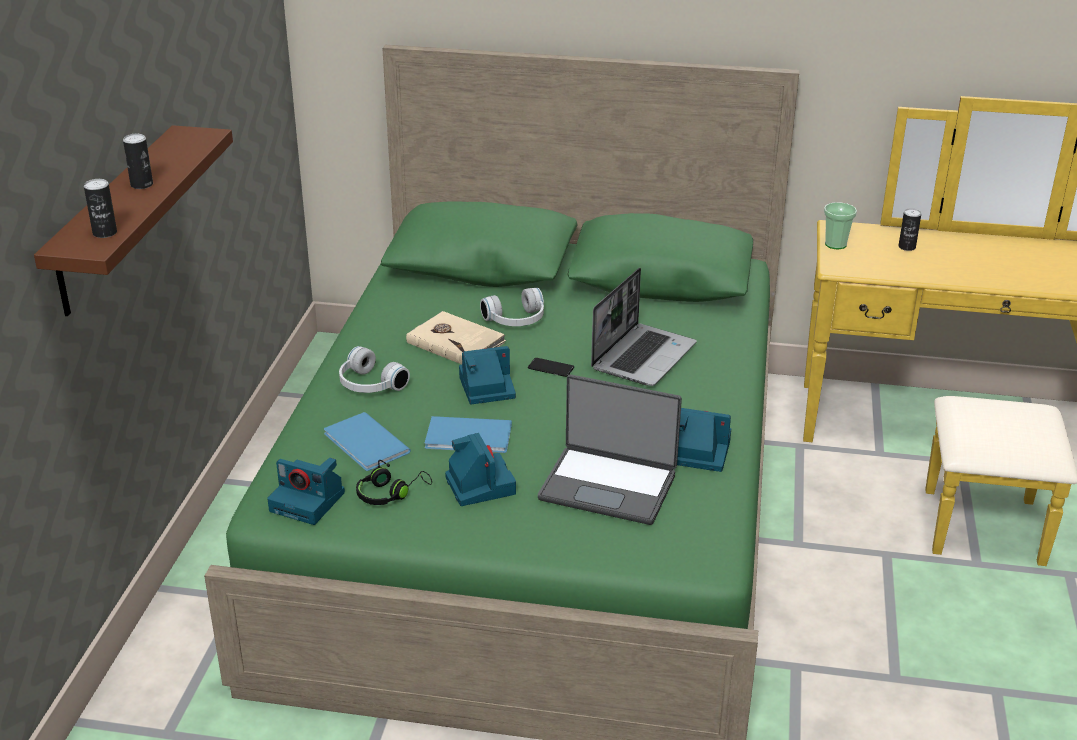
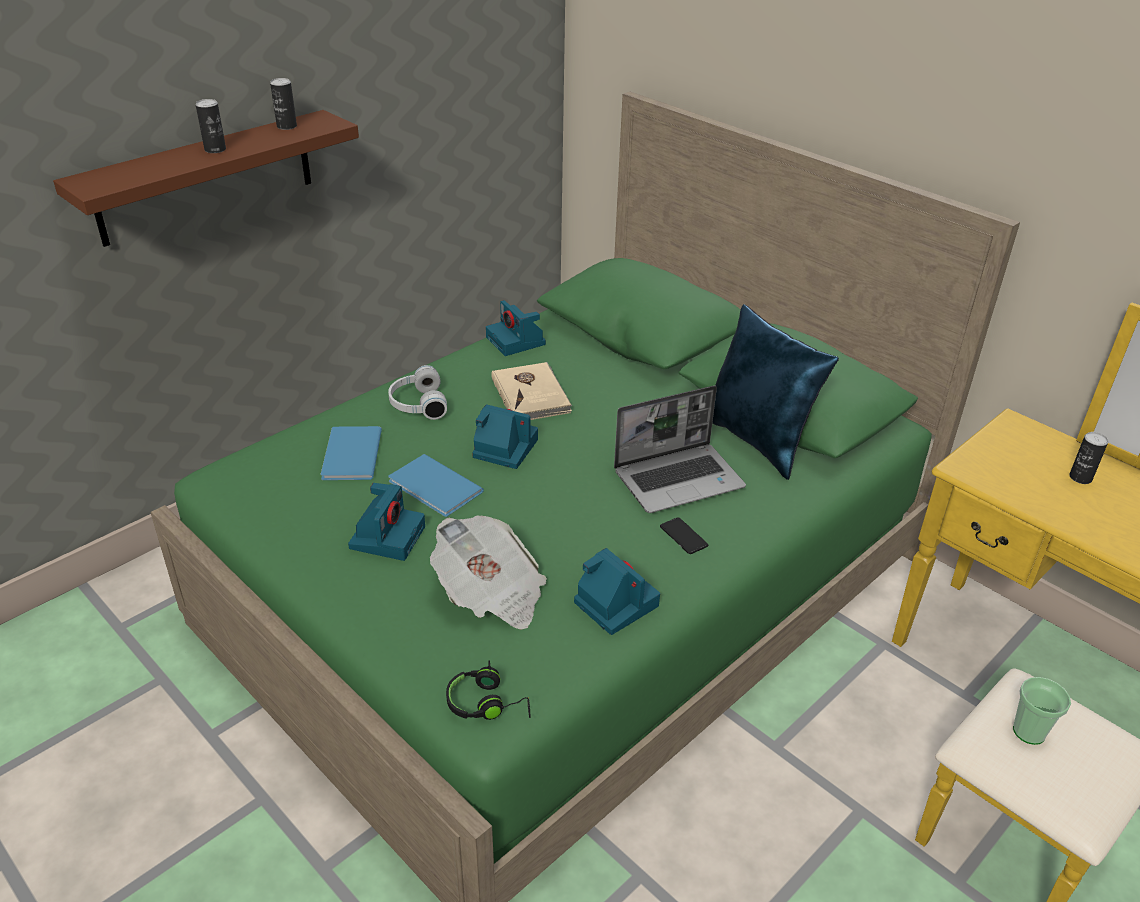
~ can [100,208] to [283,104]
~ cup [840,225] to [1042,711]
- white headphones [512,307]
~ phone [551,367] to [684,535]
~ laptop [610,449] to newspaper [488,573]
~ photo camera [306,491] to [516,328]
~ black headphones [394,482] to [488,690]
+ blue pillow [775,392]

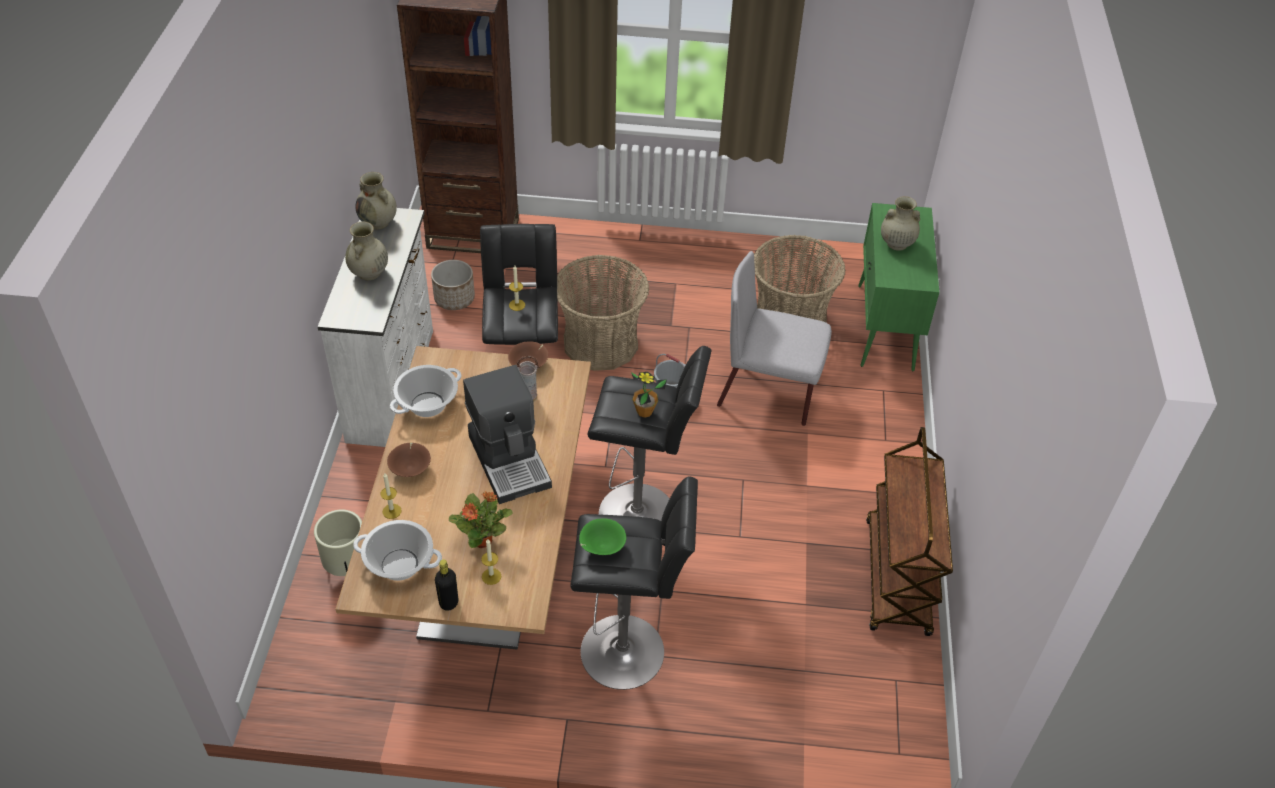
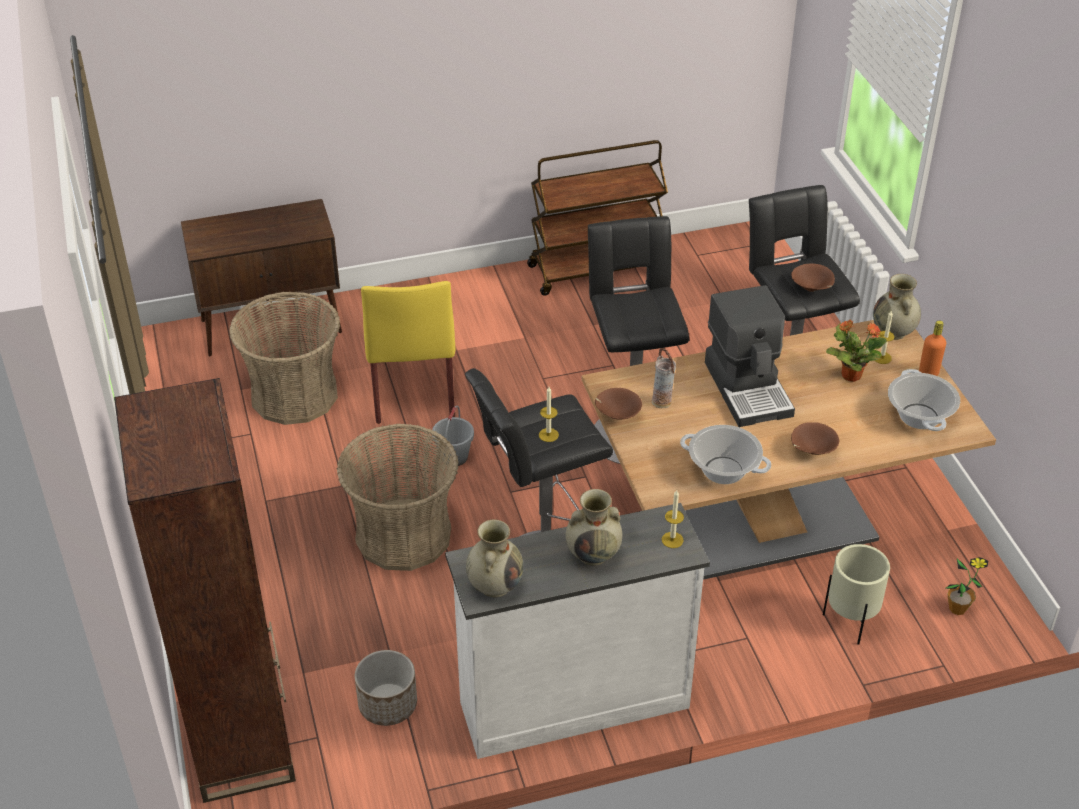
~ beige vase [900,223] to [897,307]
~ green cabinet [898,287] to brown cabinet [261,278]
~ grey chair [774,338] to yellow chair [408,352]
~ coffee machine [507,434] = [750,356] 120 degrees clockwise
~ potted plant [649,395] to [966,586]
~ candle [390,496] to [673,519]
~ green bowl [602,537] to brown bowl [813,278]
~ black bottle [446,585] to orange bottle [932,348]

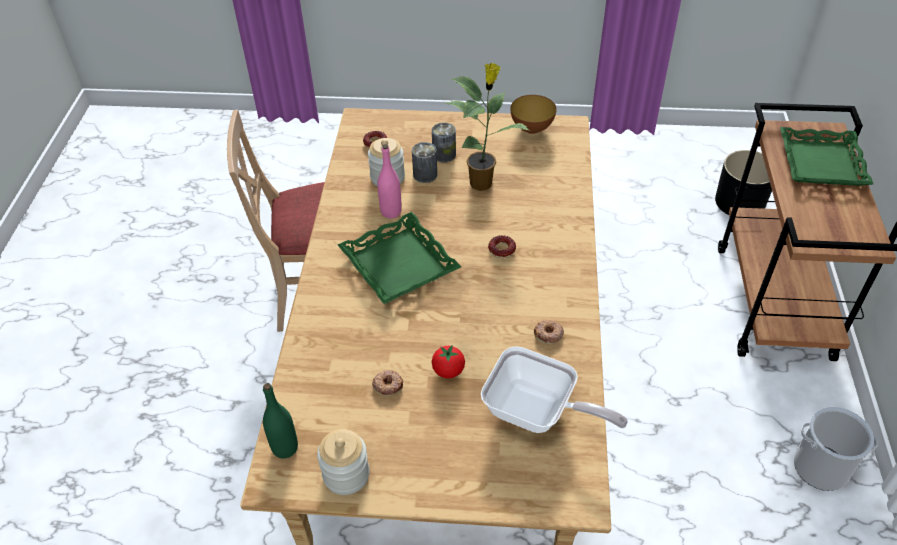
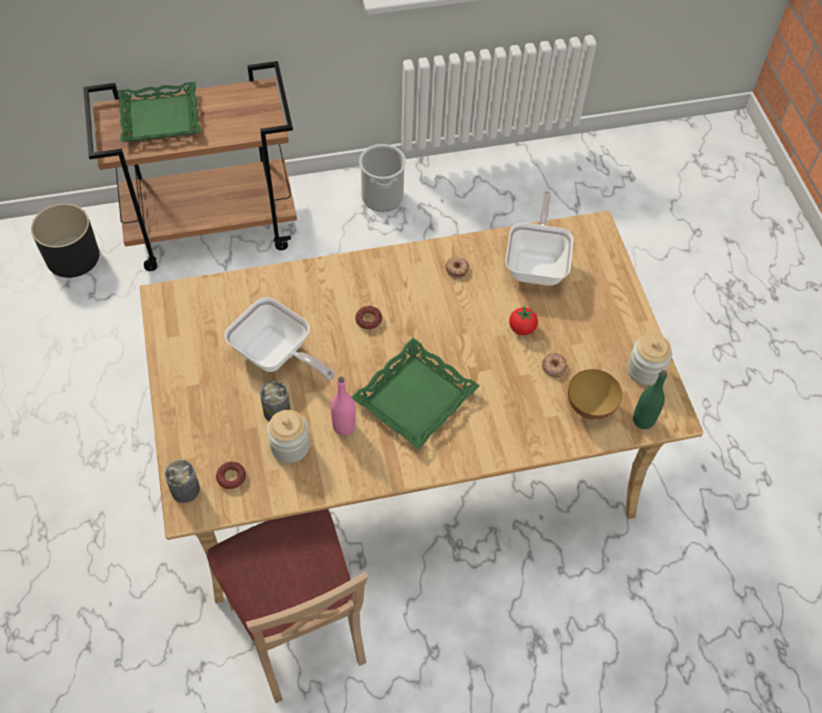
~ potted plant [487,127] to frying pan [279,338]
~ bowl [533,114] to [595,394]
~ can [444,142] to [182,481]

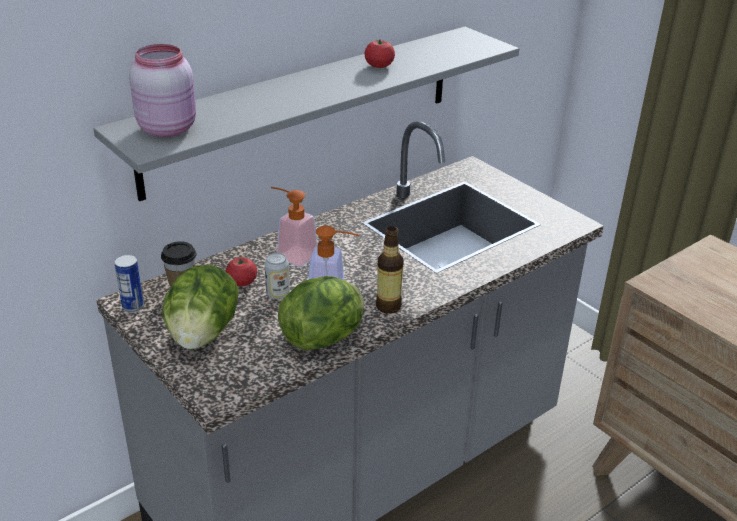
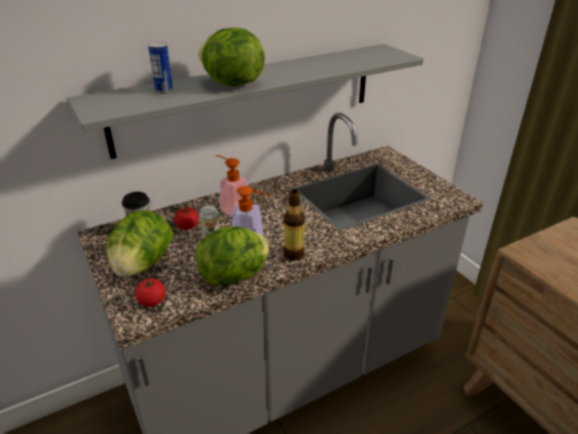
~ tomato [379,53] to [150,292]
- pink jar [162,90]
~ can [129,283] to [160,68]
+ lettuce [231,57]

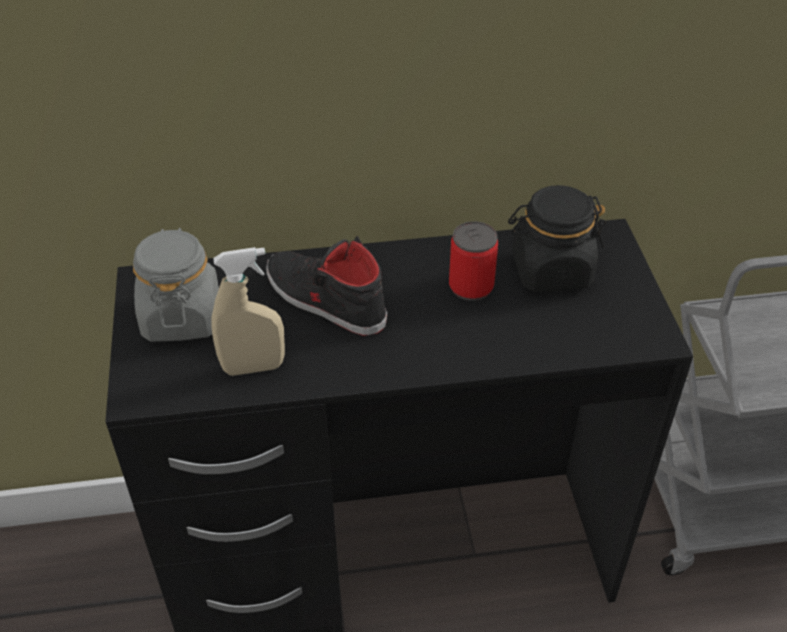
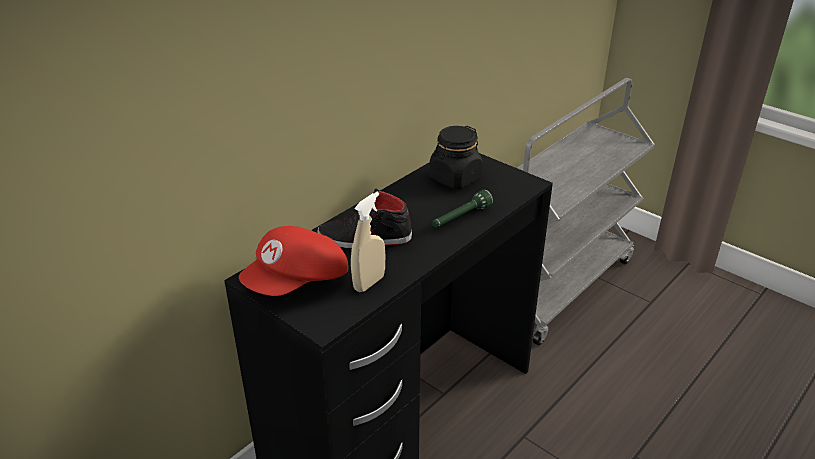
- can [473,261]
~ grey jar [176,285] to red cap [293,261]
+ green flashlight [462,208]

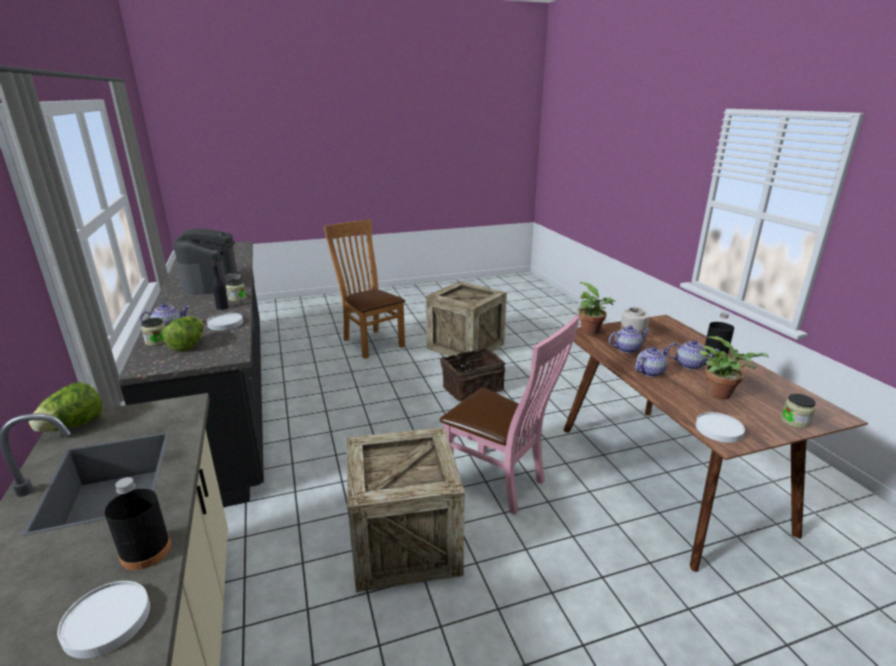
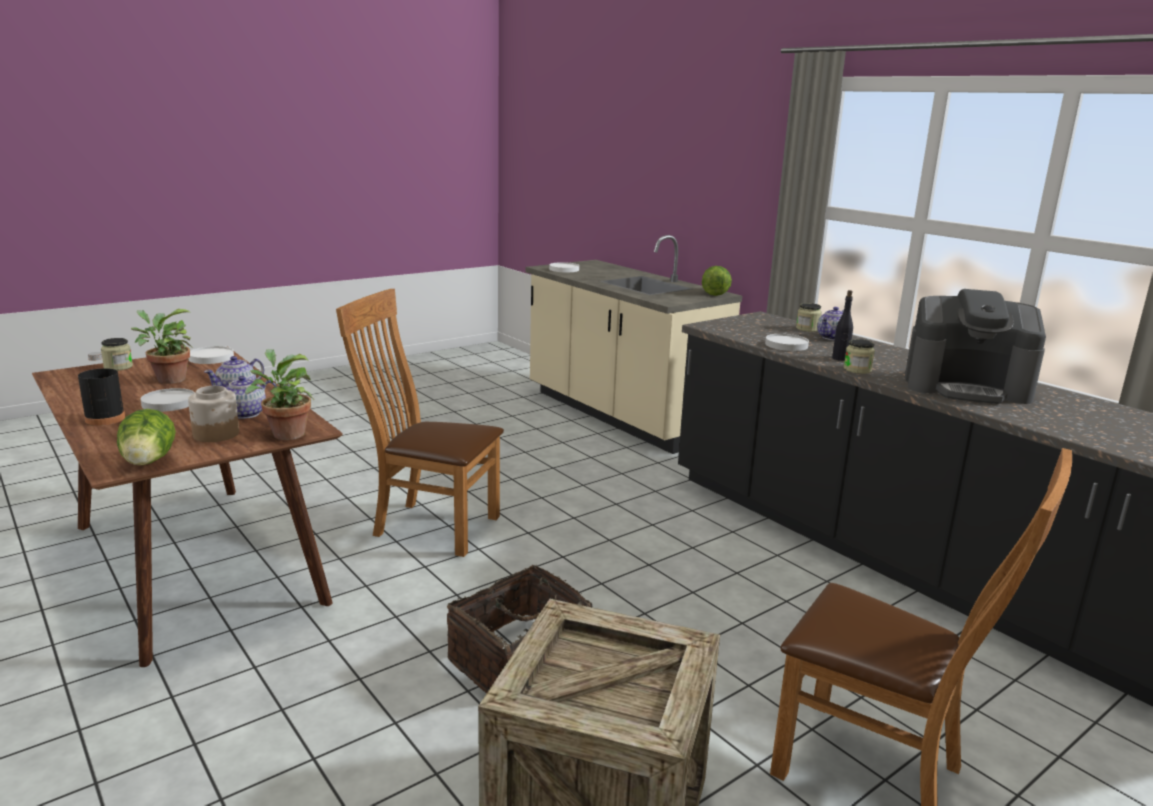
~ coffee machine [208,261] = [975,346] 45 degrees counterclockwise
~ pink chair [510,415] to brown chair [420,423]
~ lettuce [182,334] to [146,437]
~ teapot [693,355] to white plate [168,400]
- crate [405,509]
- black bottle [137,523]

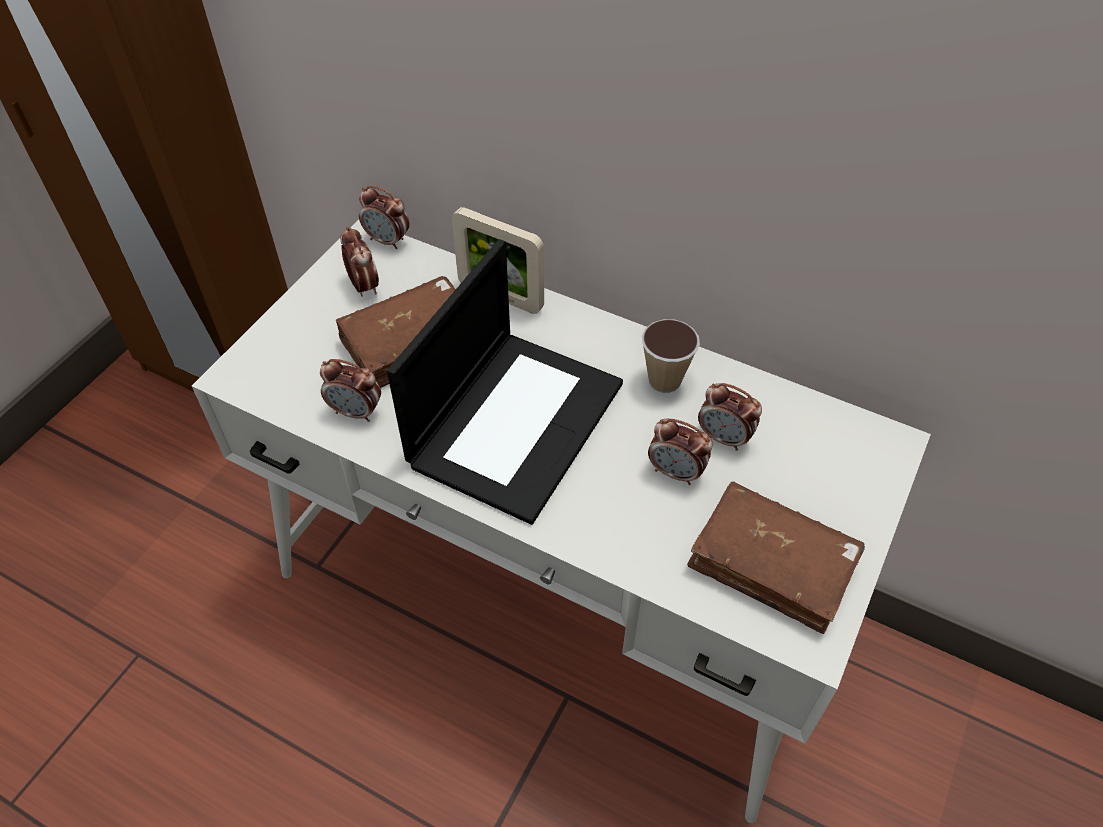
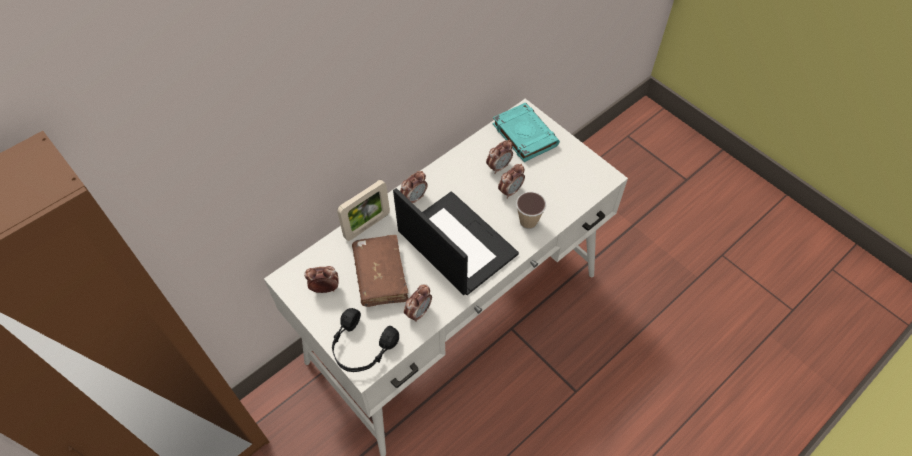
~ alarm clock [384,217] to [413,187]
~ cup [671,356] to [531,210]
- brown book [776,557]
+ turquoise book [526,132]
+ black headphones [365,340]

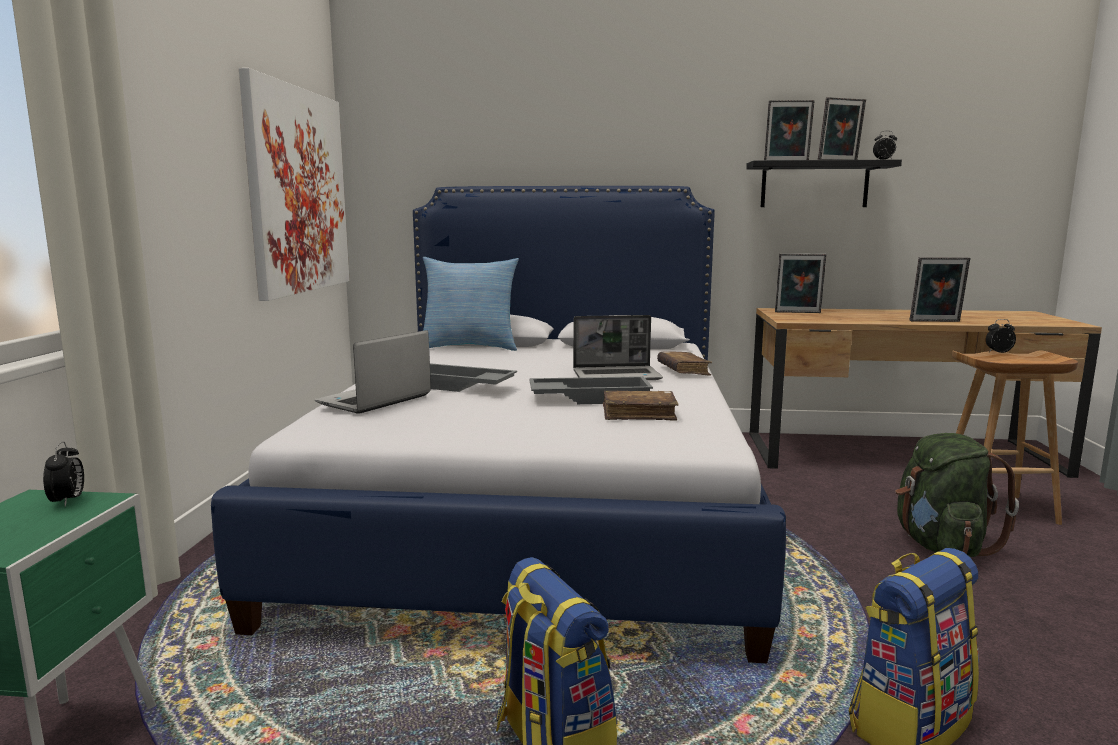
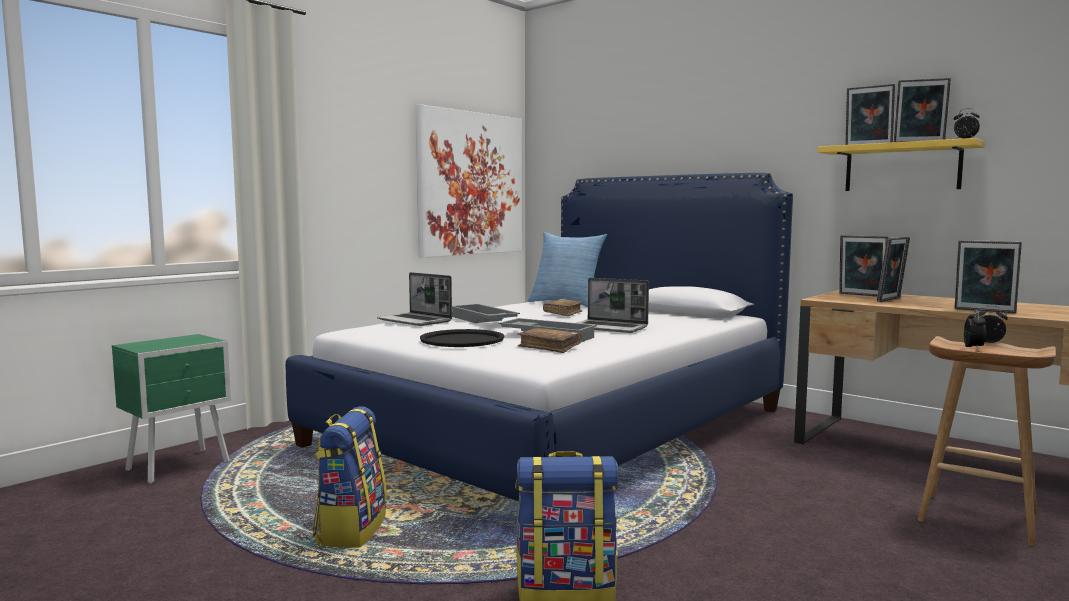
~ black shelf [824,183] to yellow shelf [901,164]
~ laptop [373,372] = [414,299] 120 degrees counterclockwise
~ brown book [684,363] to [563,307]
- green backpack [957,495]
~ alarm clock [63,474] to [975,330]
+ picture frame [893,269]
+ black tray [462,338]

